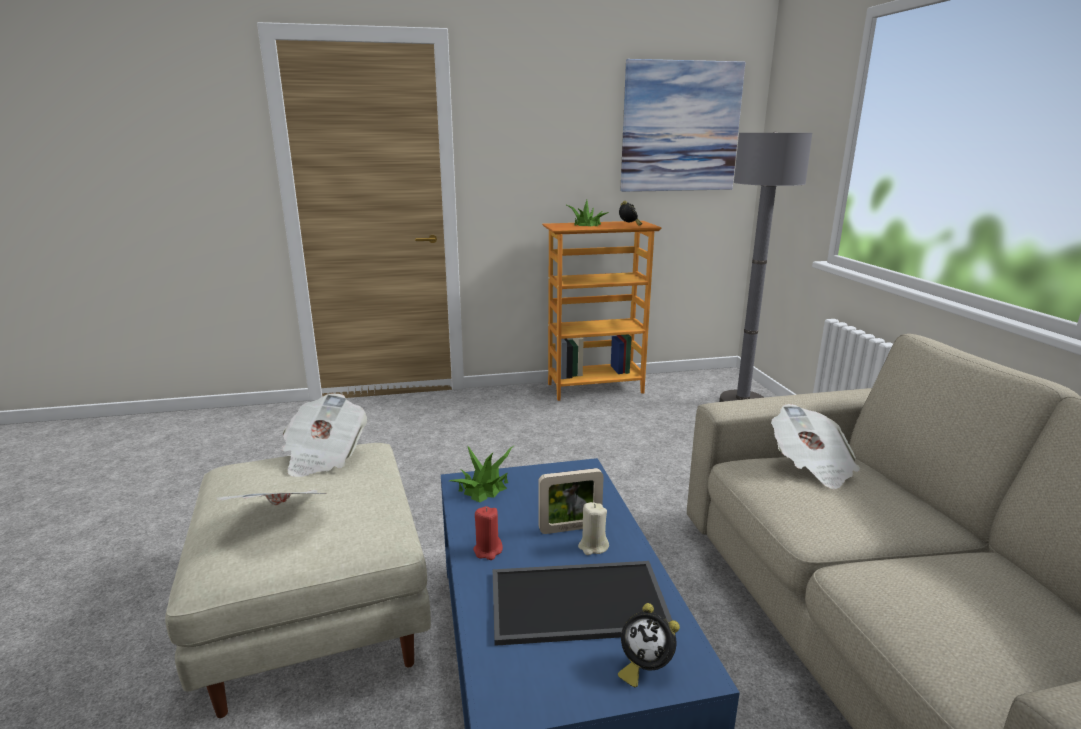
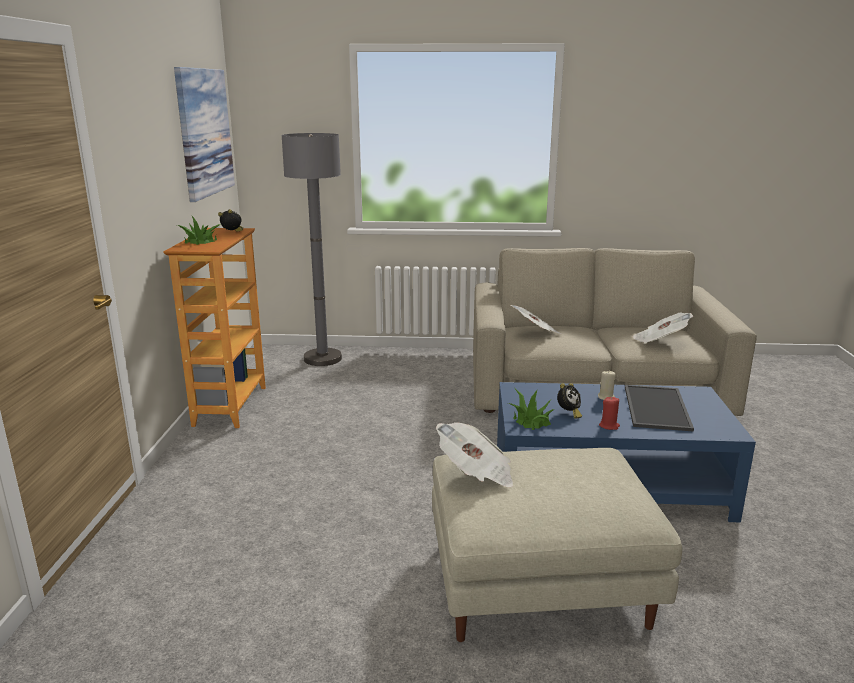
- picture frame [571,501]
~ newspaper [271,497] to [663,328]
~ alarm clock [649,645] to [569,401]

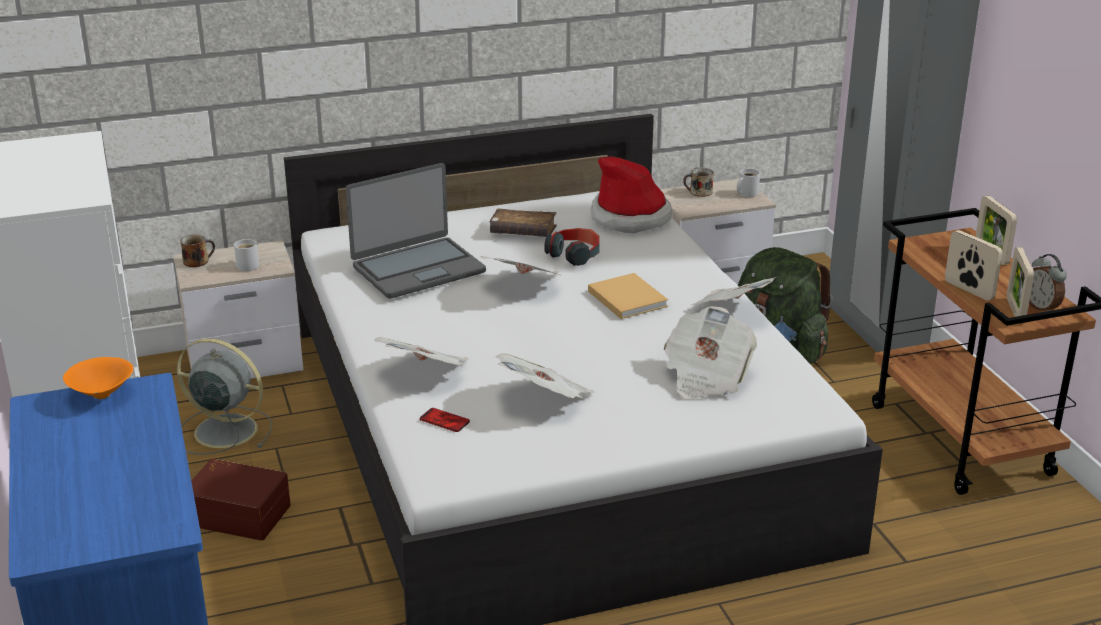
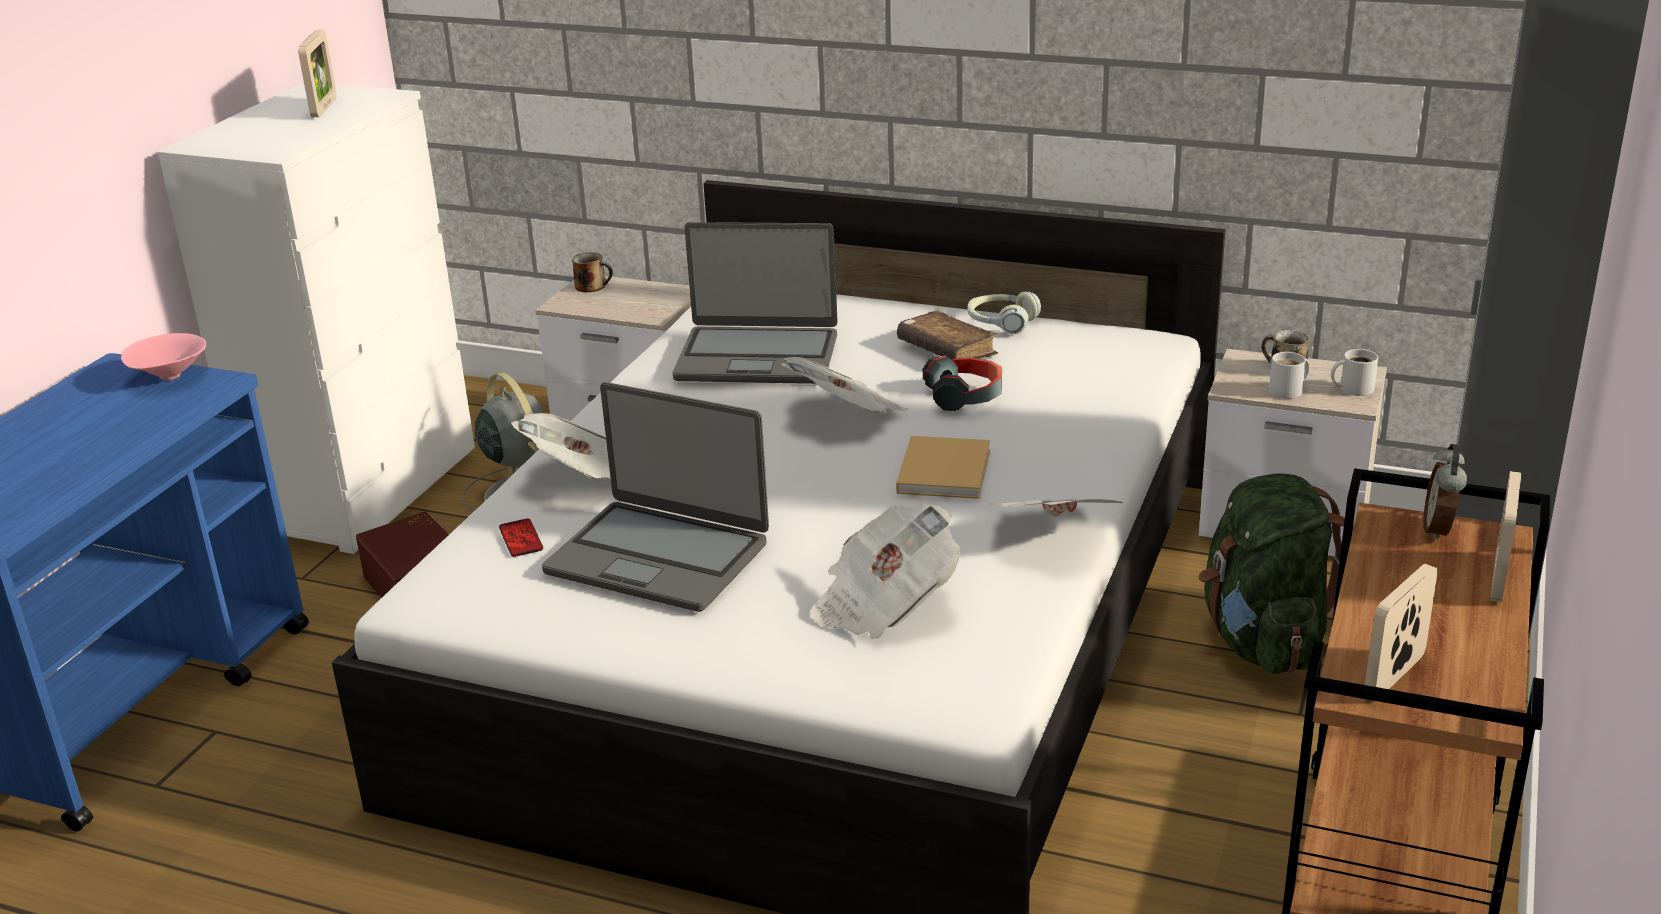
- hat [631,194]
~ picture frame [974,265] to [317,73]
~ white mug [246,255] to [1289,375]
~ alarm clock [1048,282] to [1445,492]
~ newspaper [545,375] to laptop [655,497]
~ orange bowl [98,378] to pink bowl [163,356]
+ headphones [1004,312]

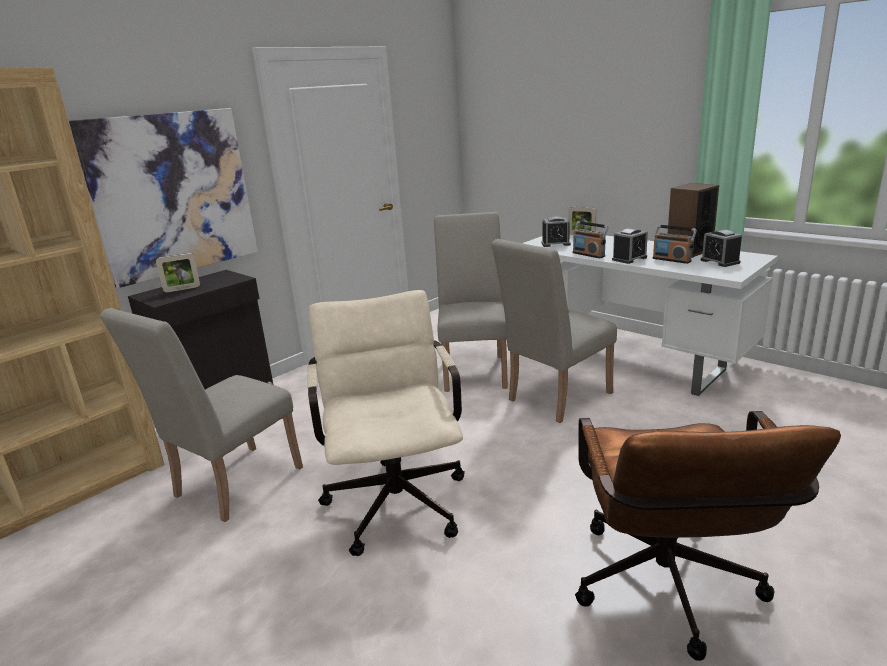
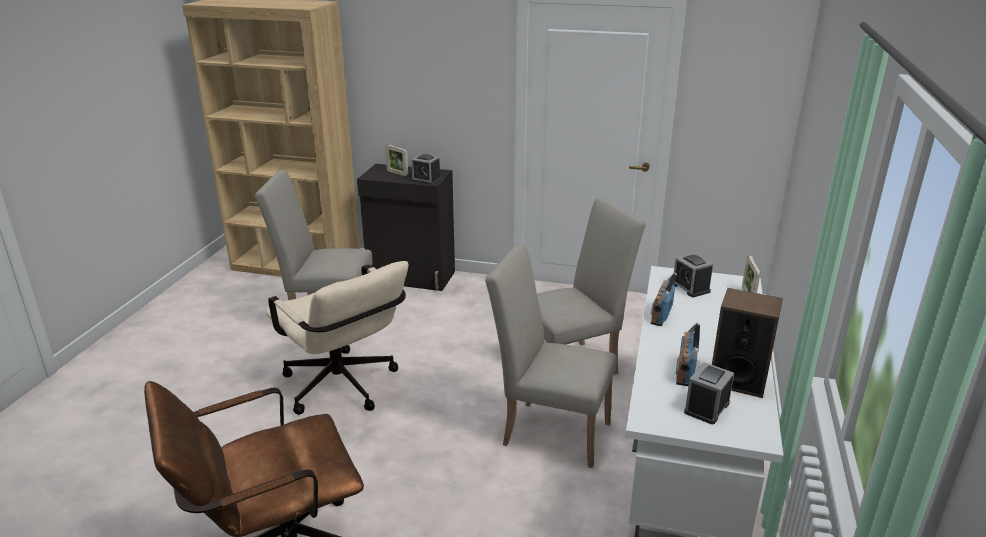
- picture [163,198]
~ alarm clock [630,246] to [426,169]
~ beige office chair [386,423] = [337,338] 90 degrees clockwise

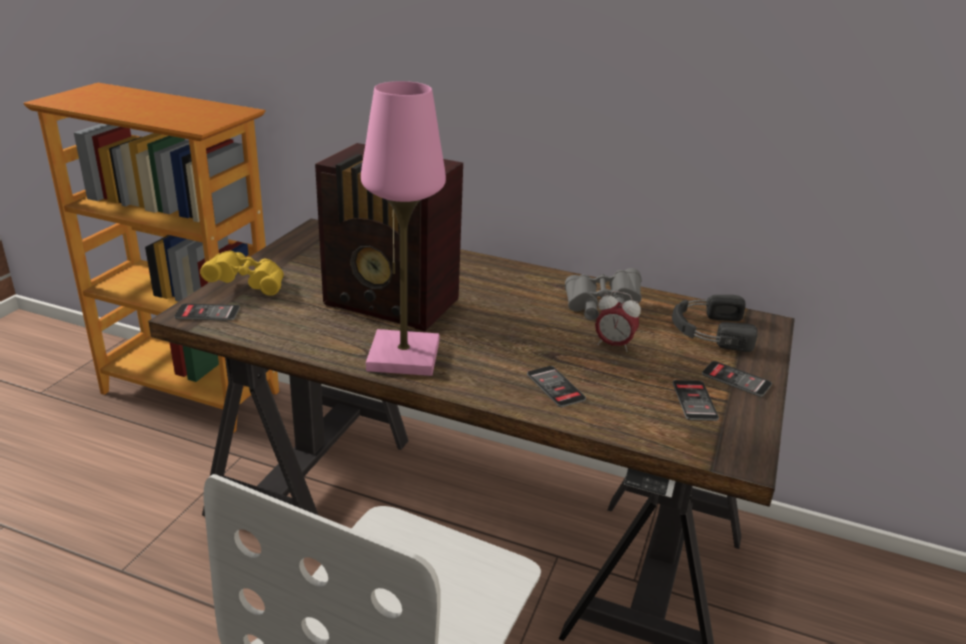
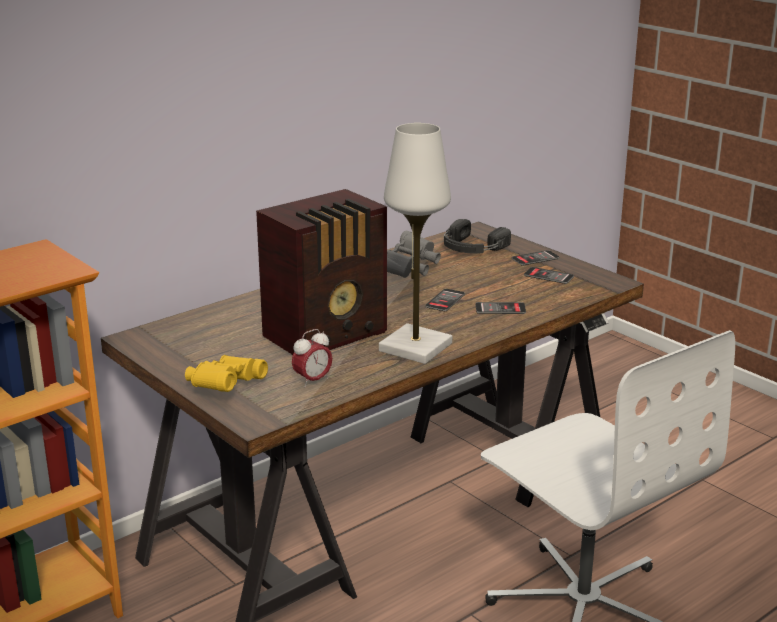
~ pink table lamp [403,228] to white table lamp [415,243]
~ alarm clock [618,321] to [312,358]
~ phone [207,312] to [445,300]

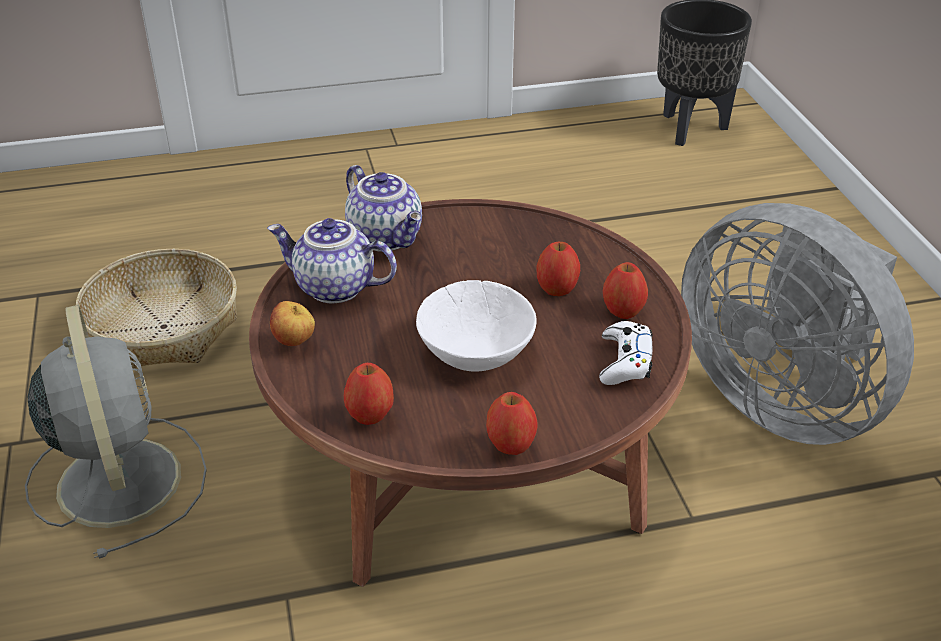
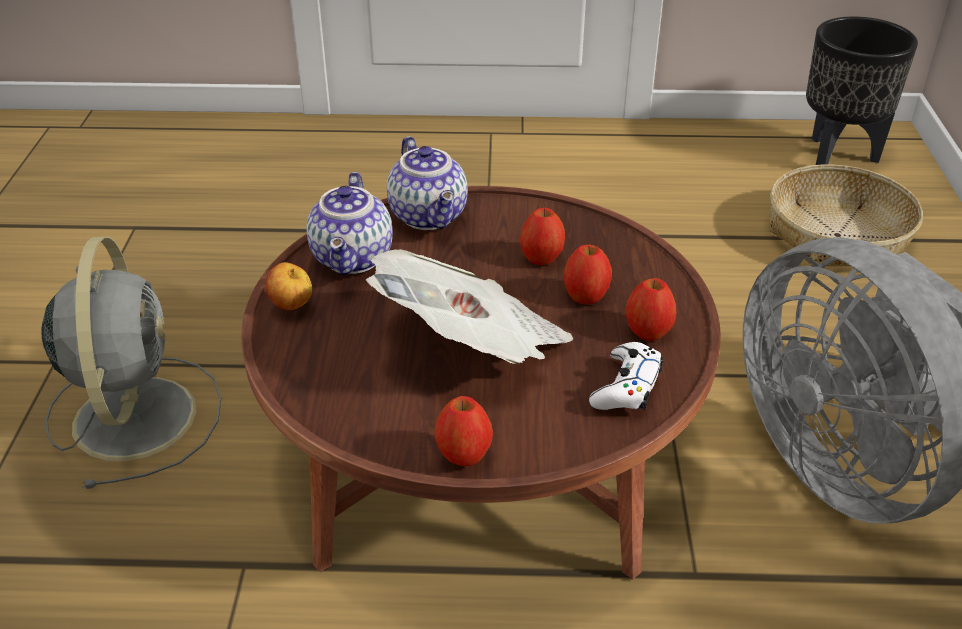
~ teapot [332,260] = [349,223] 120 degrees counterclockwise
~ basket [156,309] to [846,216]
~ white bowl [476,325] to newspaper [469,306]
~ apple [369,394] to [542,236]

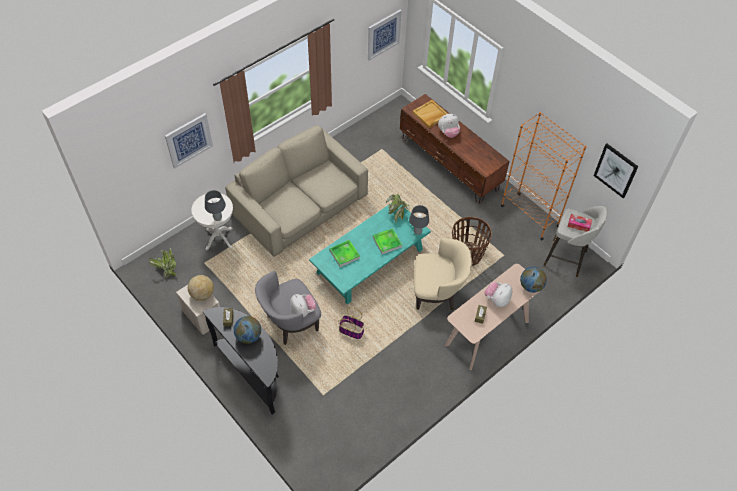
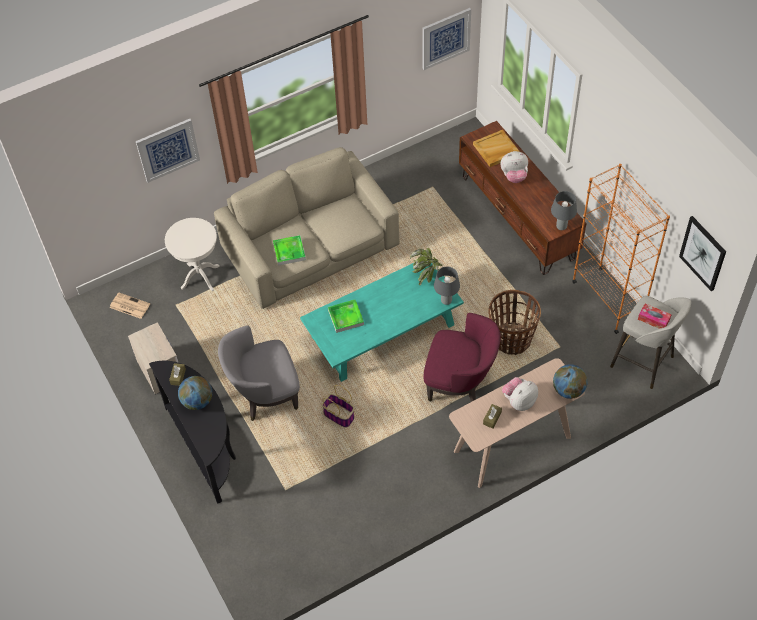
~ grey table lamp [215,205] to [564,210]
~ tray [387,241] to [289,250]
~ beige armchair [443,274] to purple armchair [462,357]
~ potted plant [163,262] to newspaper [130,306]
- globe [201,288]
- plush toy [303,306]

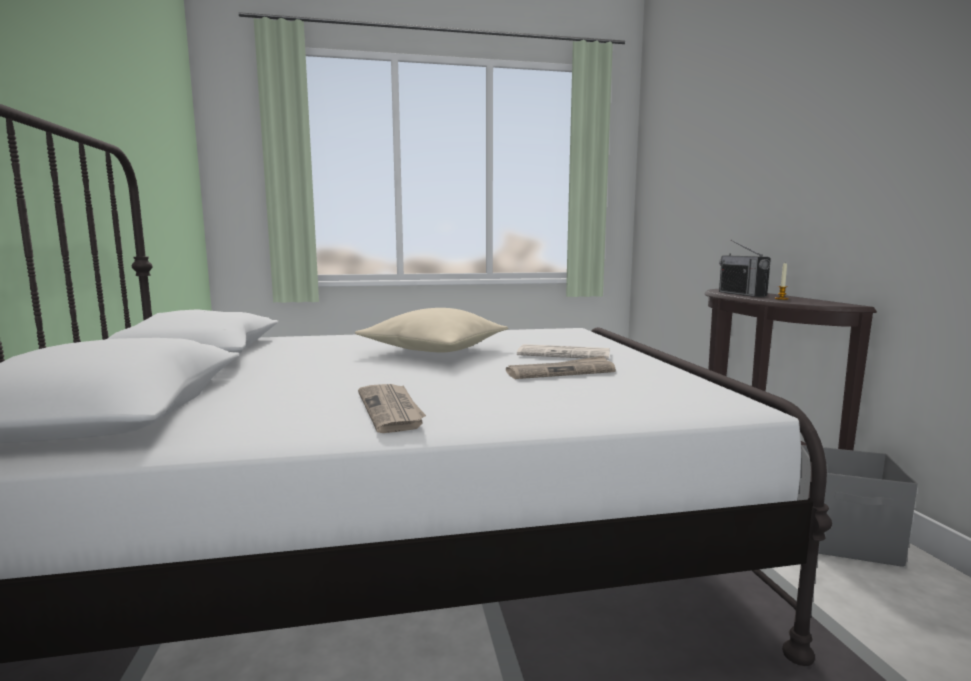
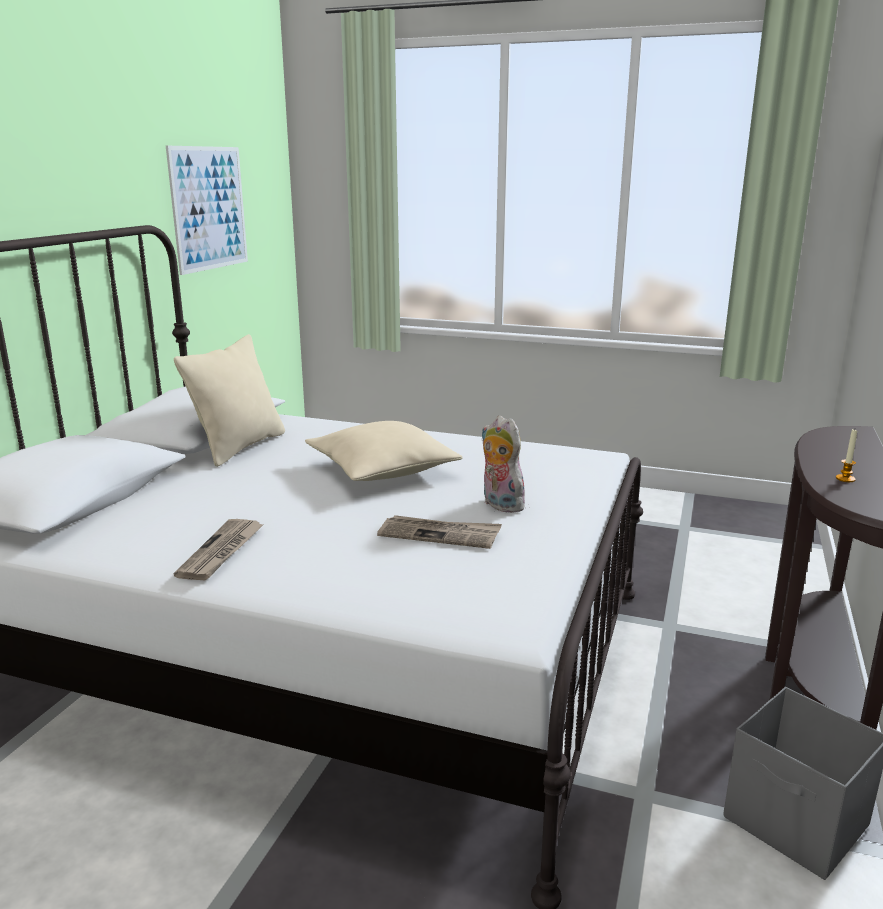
- radio [745,268]
~ newspaper [563,352] to plush toy [503,464]
+ picture [207,210]
+ beige pillow [229,400]

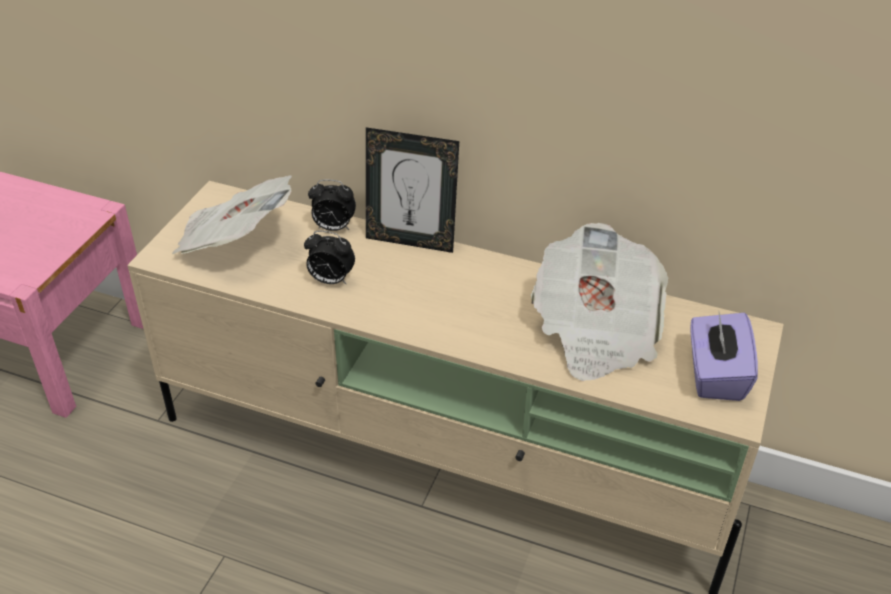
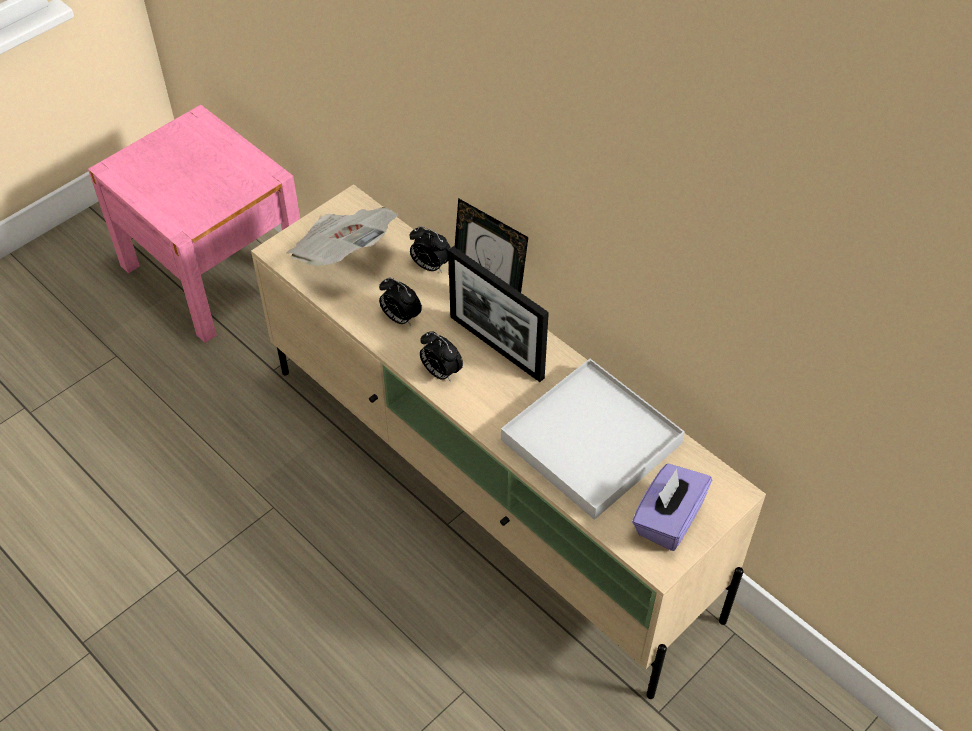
~ newspaper [599,302] to white tray [593,439]
+ picture frame [498,314]
+ alarm clock [441,356]

